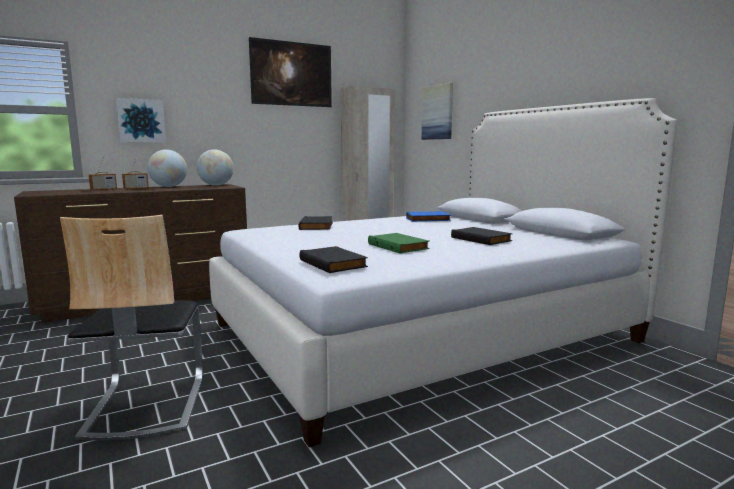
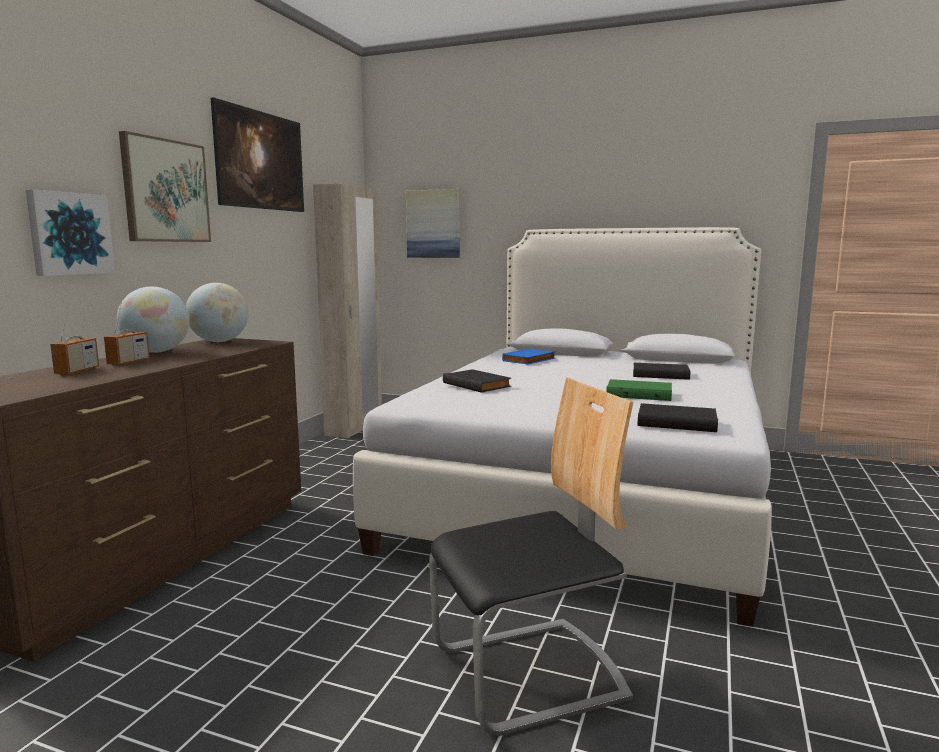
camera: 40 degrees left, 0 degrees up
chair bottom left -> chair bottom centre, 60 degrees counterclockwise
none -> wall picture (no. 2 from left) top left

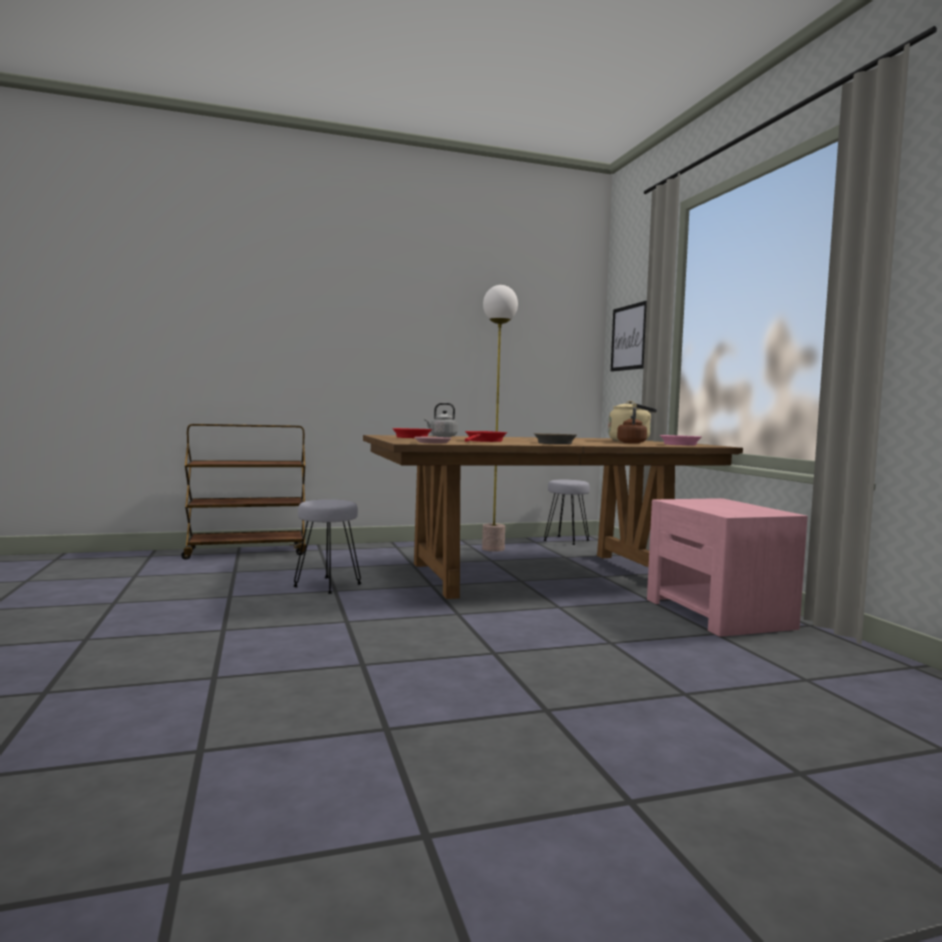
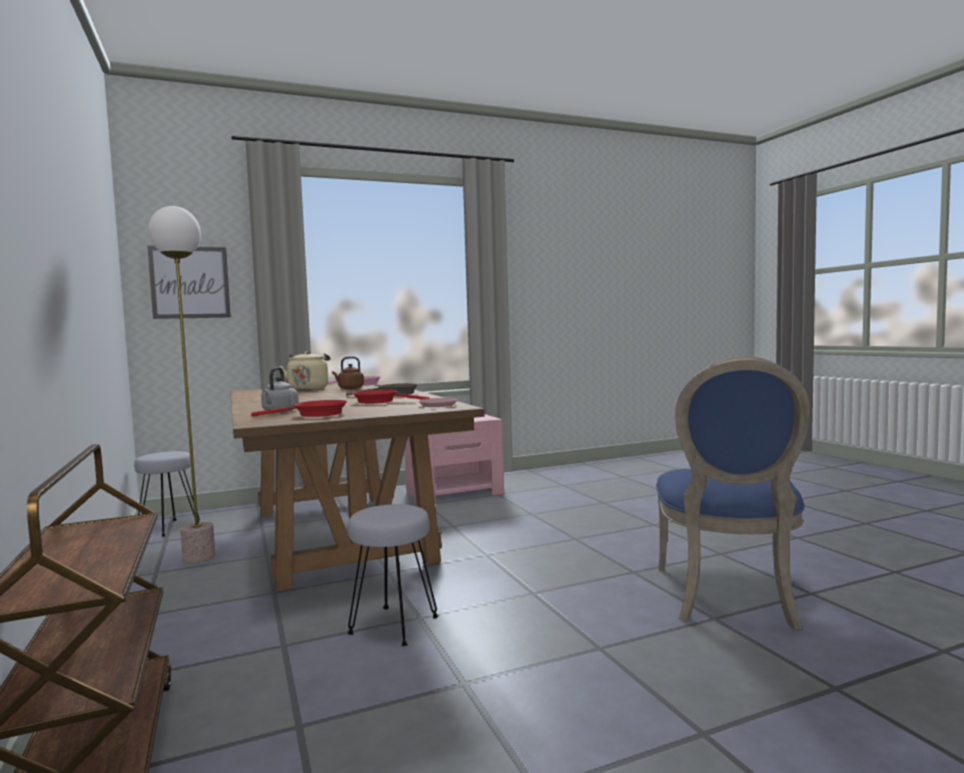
camera: 95 degrees left, 0 degrees up
none -> blue chair middle right

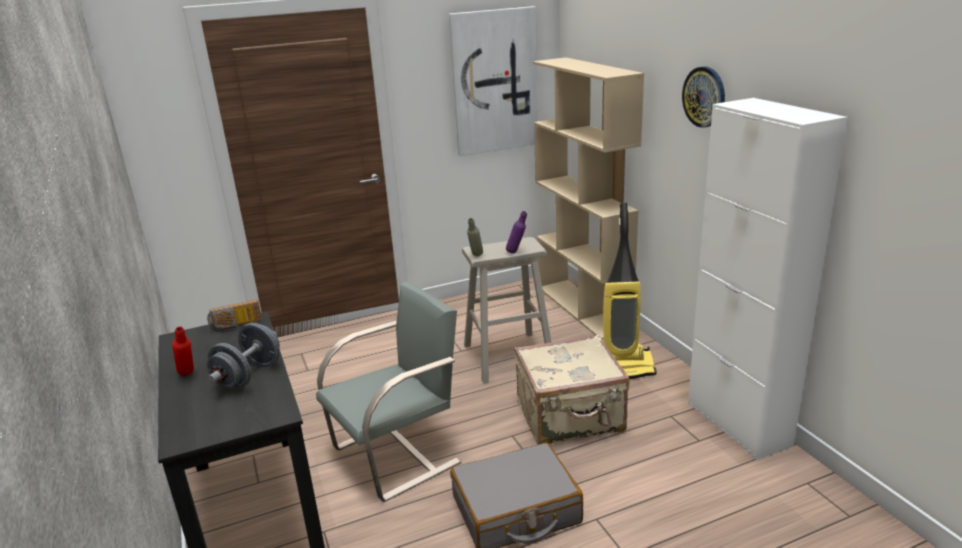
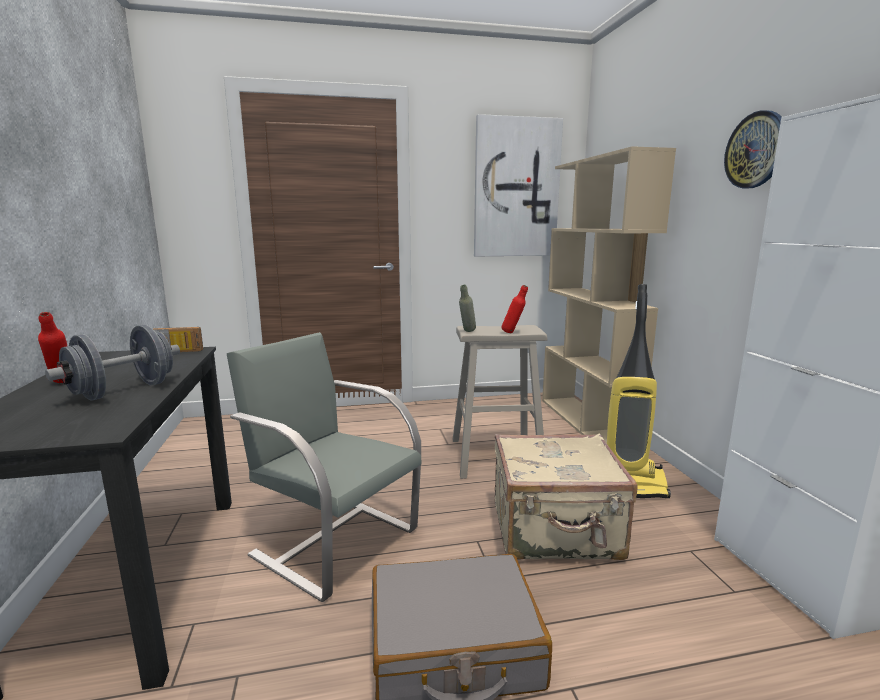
camera: 10 degrees right, 10 degrees down
grey chair bottom centre, 120 degrees counterclockwise
purple drink bottle centre -> red-coloured drink bottle (no. 2 from left) centre

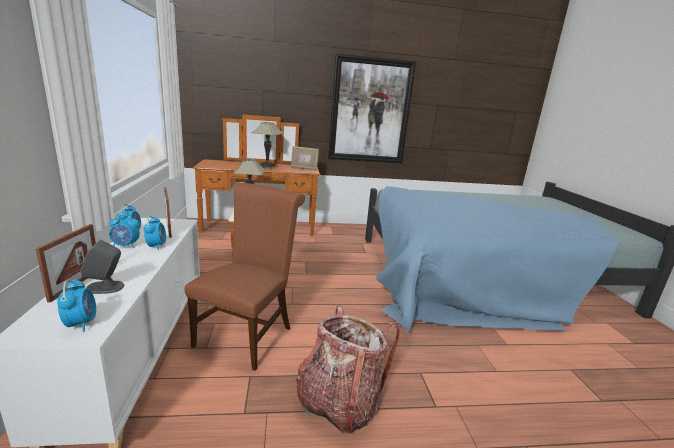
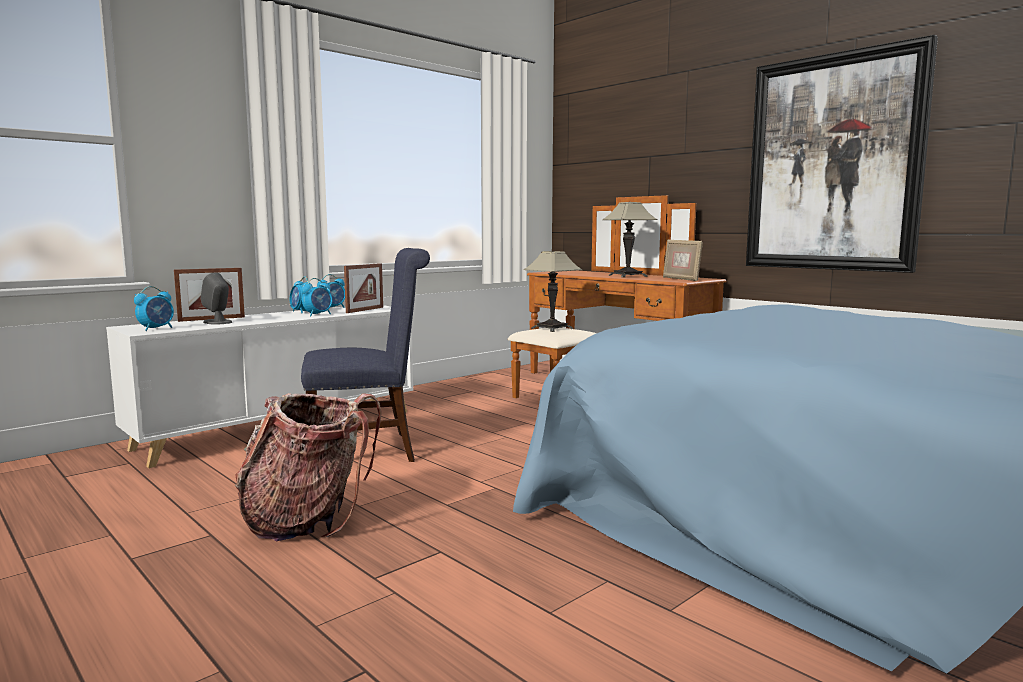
camera: 55 degrees right, 10 degrees down
brownish chair centre -> blue chair centre

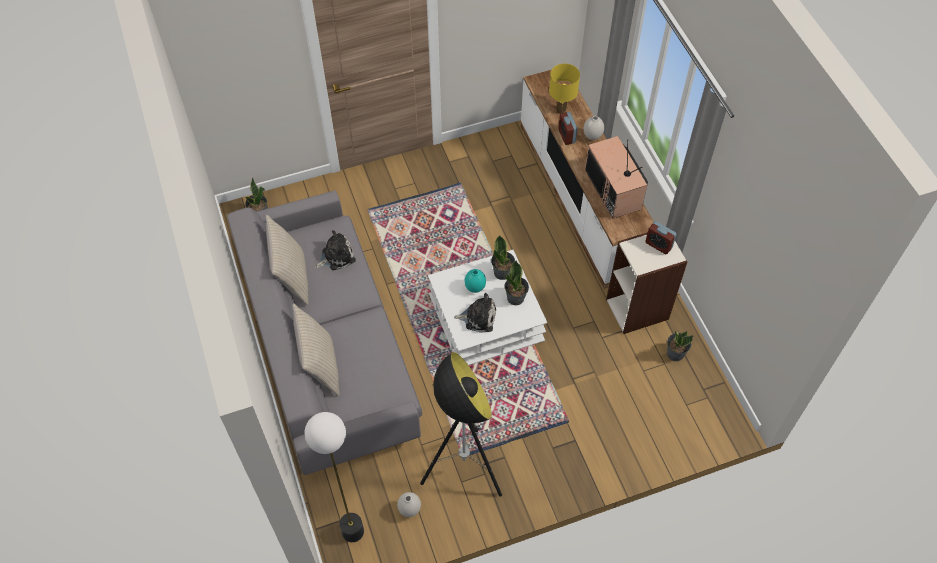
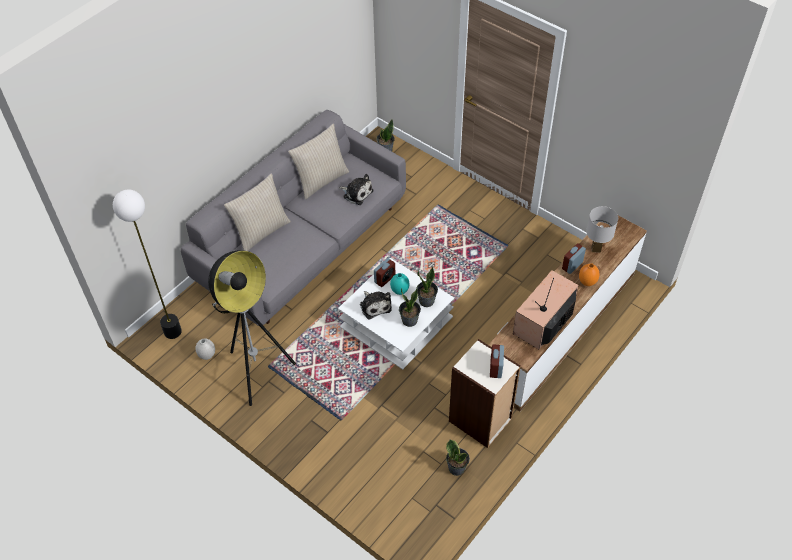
camera: 60 degrees right, 5 degrees down
yellow-coloured tabletop lamp top centre -> white-coloured tabletop lamp middle right
white-coloured decorative vase (no. 2 from left) top centre -> orange decorative vase middle right
none -> bedside clock (no. 1 from left) centre

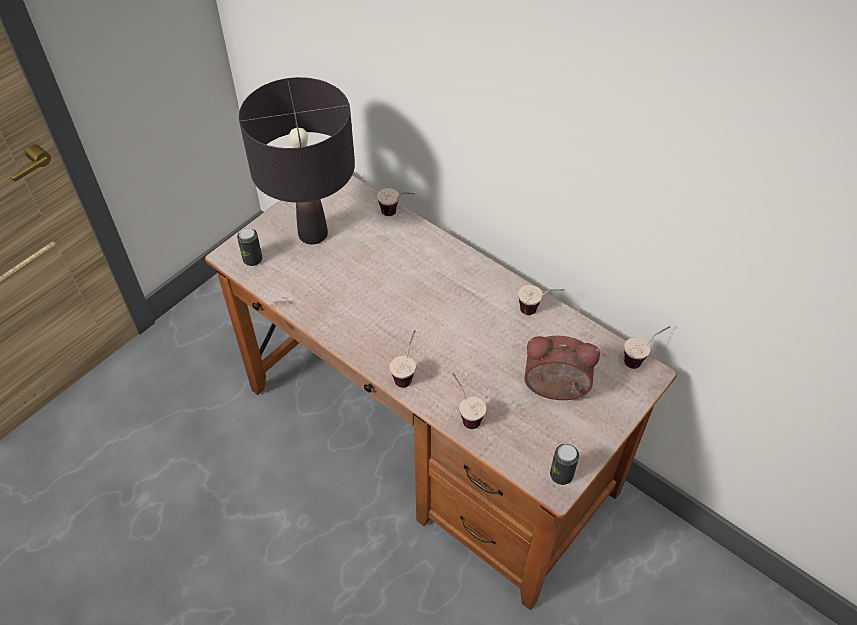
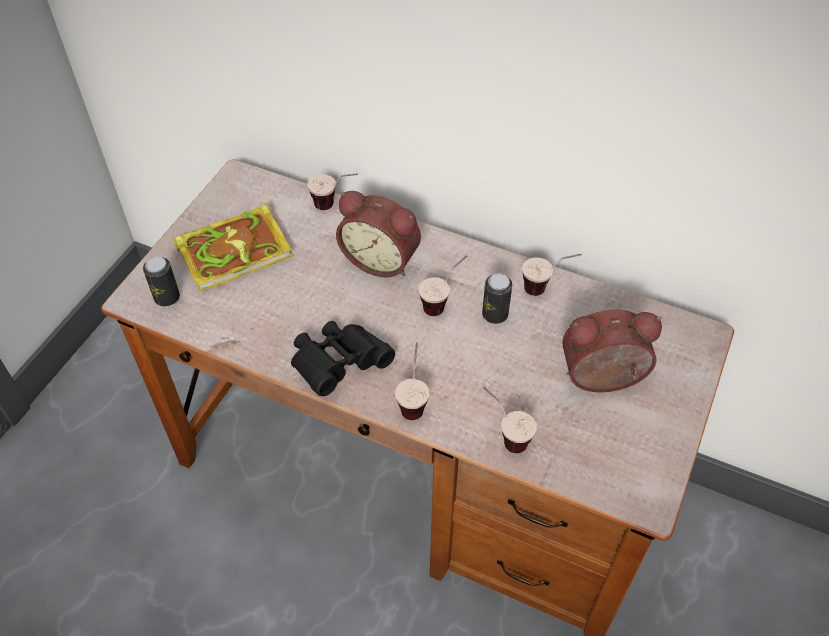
camera: 15 degrees left, 0 degrees up
black tabletop lamp top centre -> bound book middle left
metal can (no. 2 from left) bottom centre -> metal can (no. 2 from left) centre, shifted
small cup (no. 5 from left in the first image) middle right -> small cup (no. 3 from left) centre, shifted
none -> black pair of binoculars centre
none -> bedside clock (no. 1 from left) centre

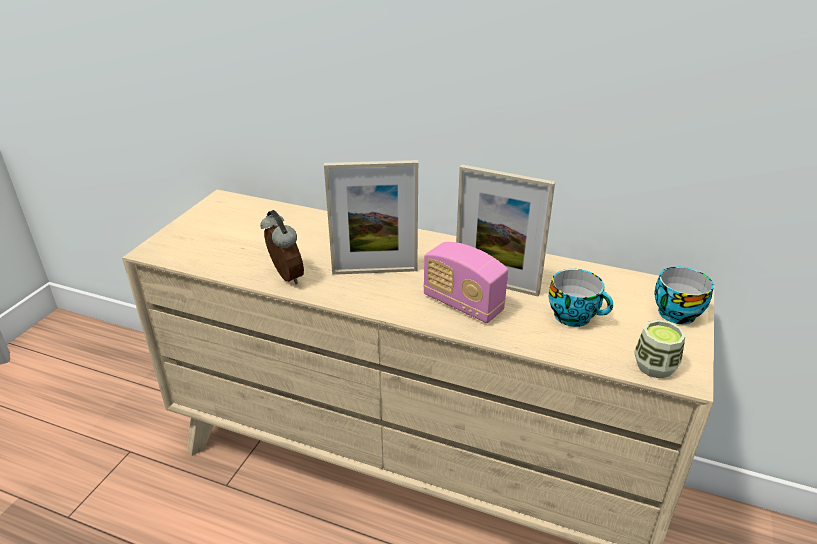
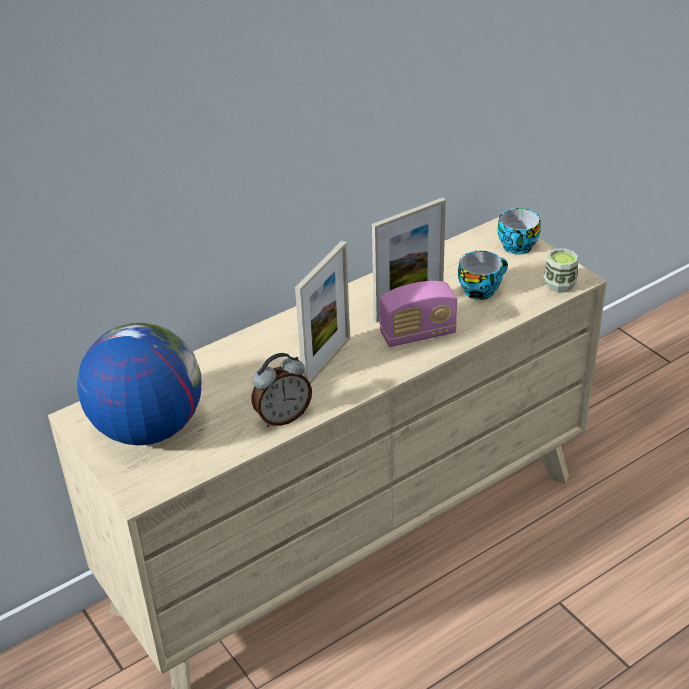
camera: 55 degrees left, 5 degrees up
bedside clock centre, 150 degrees clockwise
none -> desk globe middle left

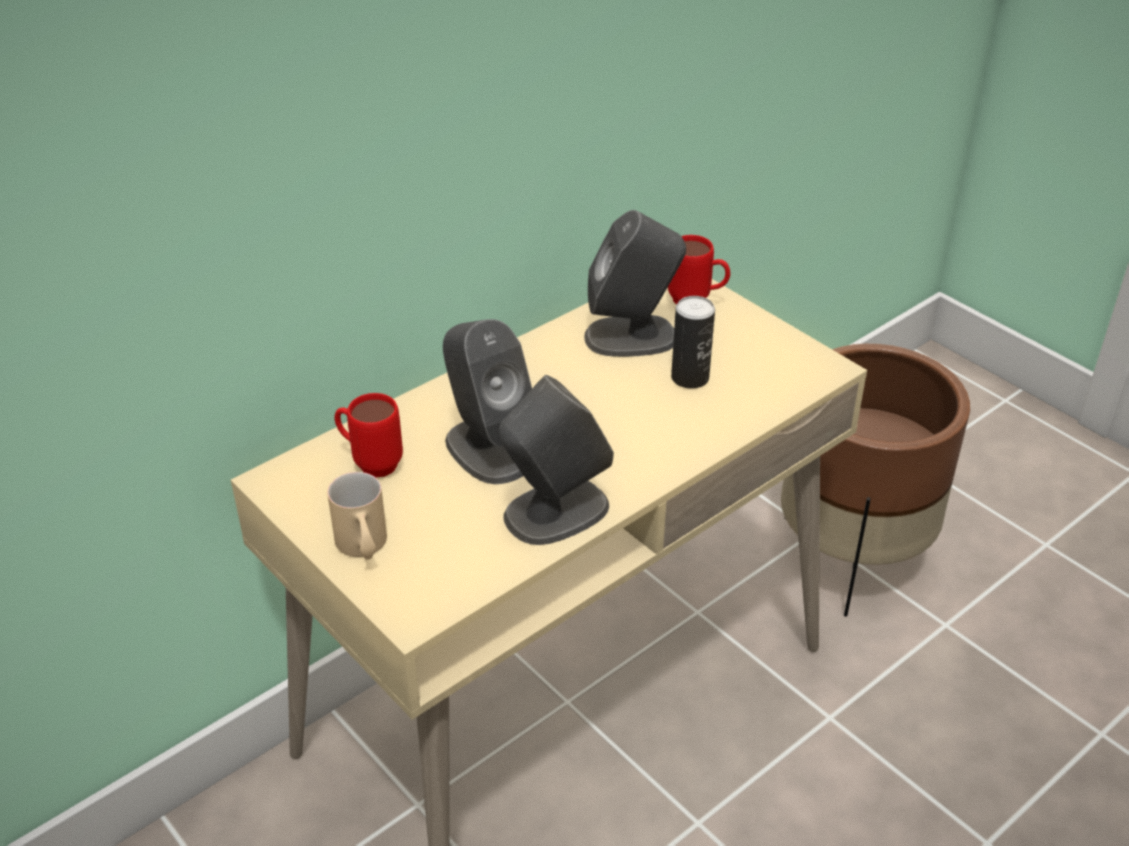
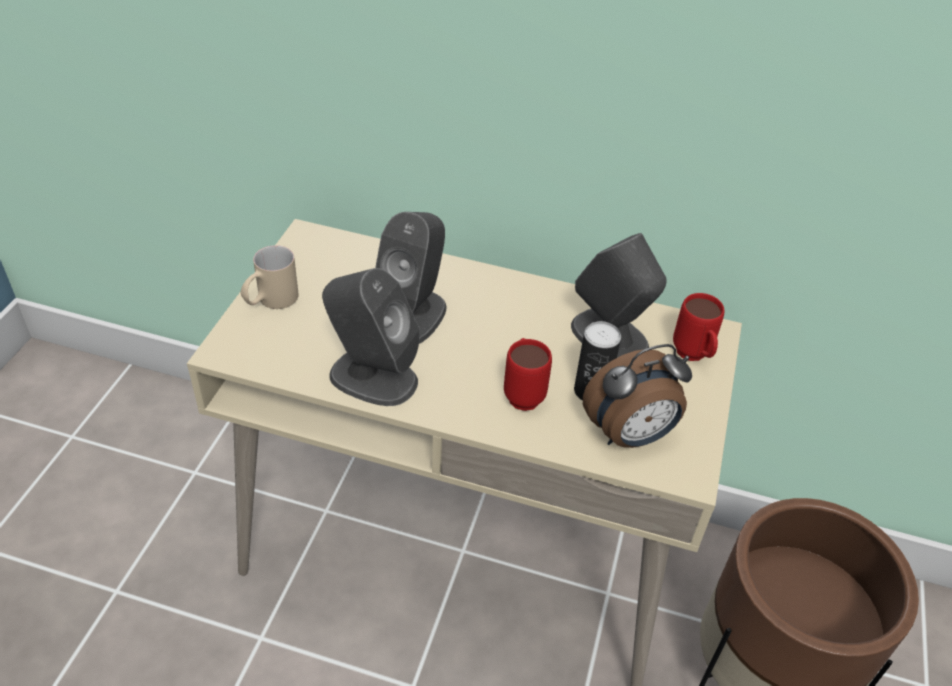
camera: 55 degrees right, 5 degrees up
red-coloured mug (no. 1 from left) middle left -> red-coloured mug (no. 1 from left) centre, shifted
none -> bedside clock middle right

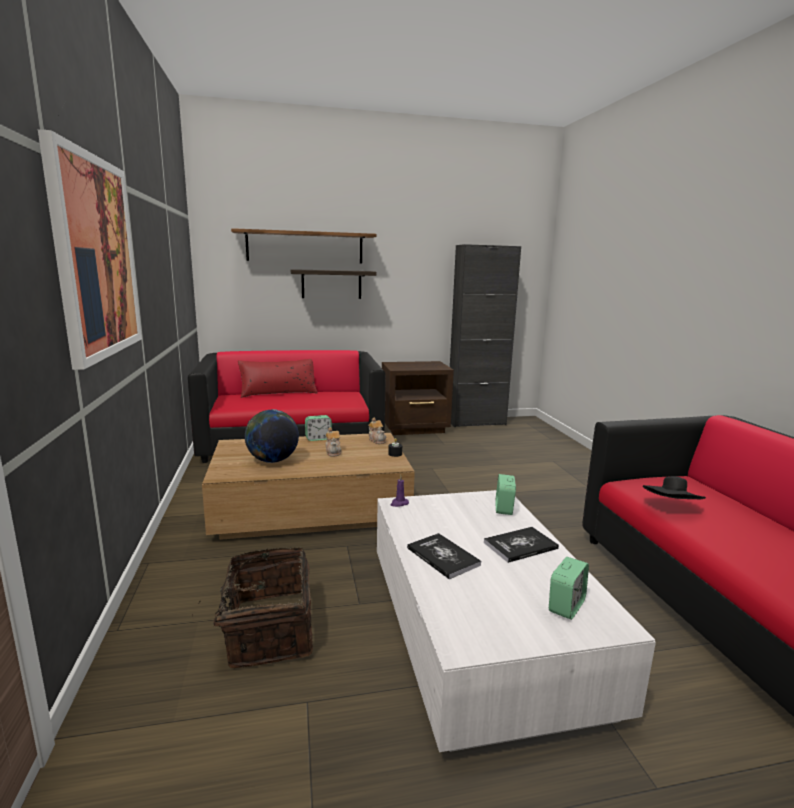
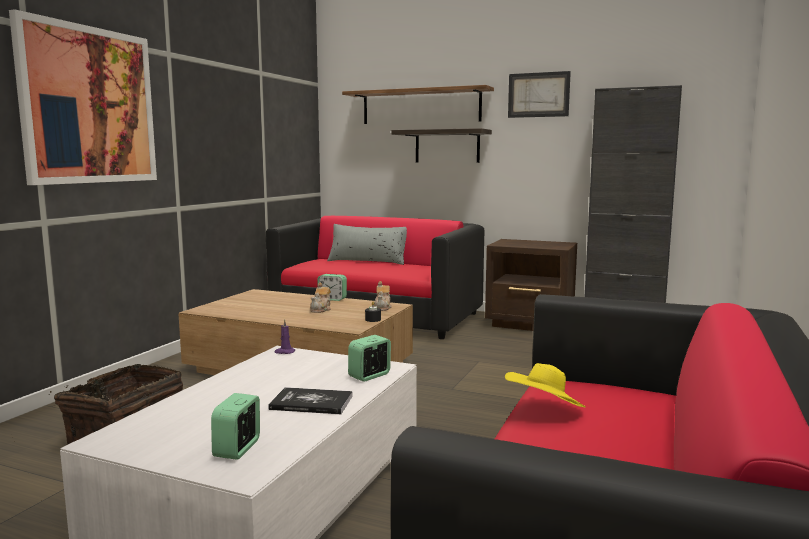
camera: 35 degrees right, 5 degrees down
red-coloured throw pillow centre -> grey throw pillow centre
desk globe centre -> none
bound book (no. 1 from left) bottom centre -> none
bedside clock (no. 3 from left in the first image) bottom right -> bedside clock (no. 1 from left) bottom left, 120 degrees clockwise
black clothing hat middle right -> yellow-coloured clothing hat bottom right
none -> wall picture (no. 2 from left) top centre

